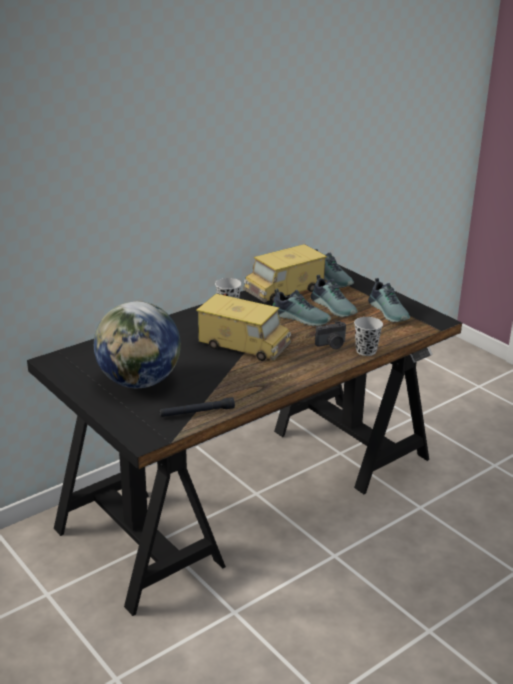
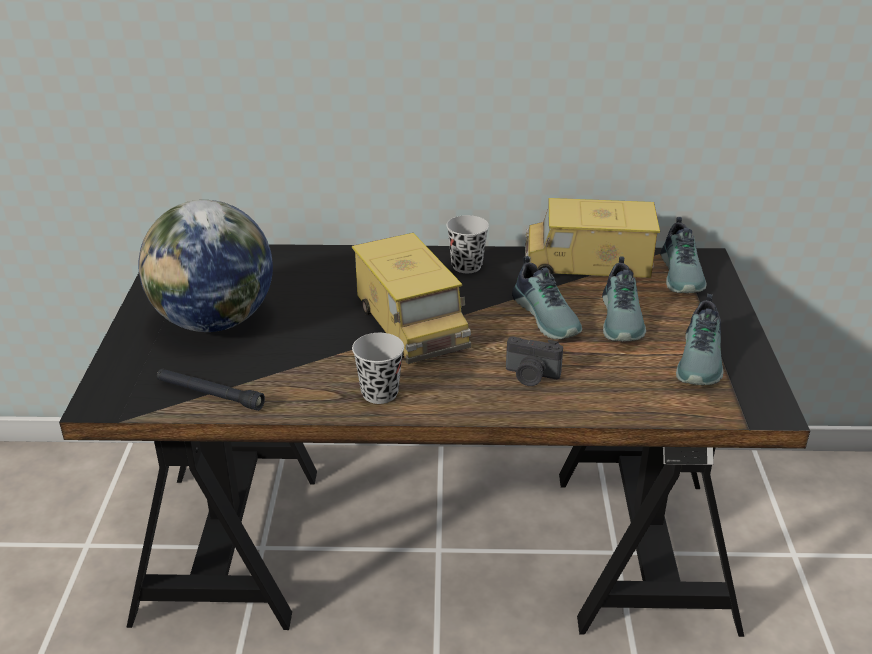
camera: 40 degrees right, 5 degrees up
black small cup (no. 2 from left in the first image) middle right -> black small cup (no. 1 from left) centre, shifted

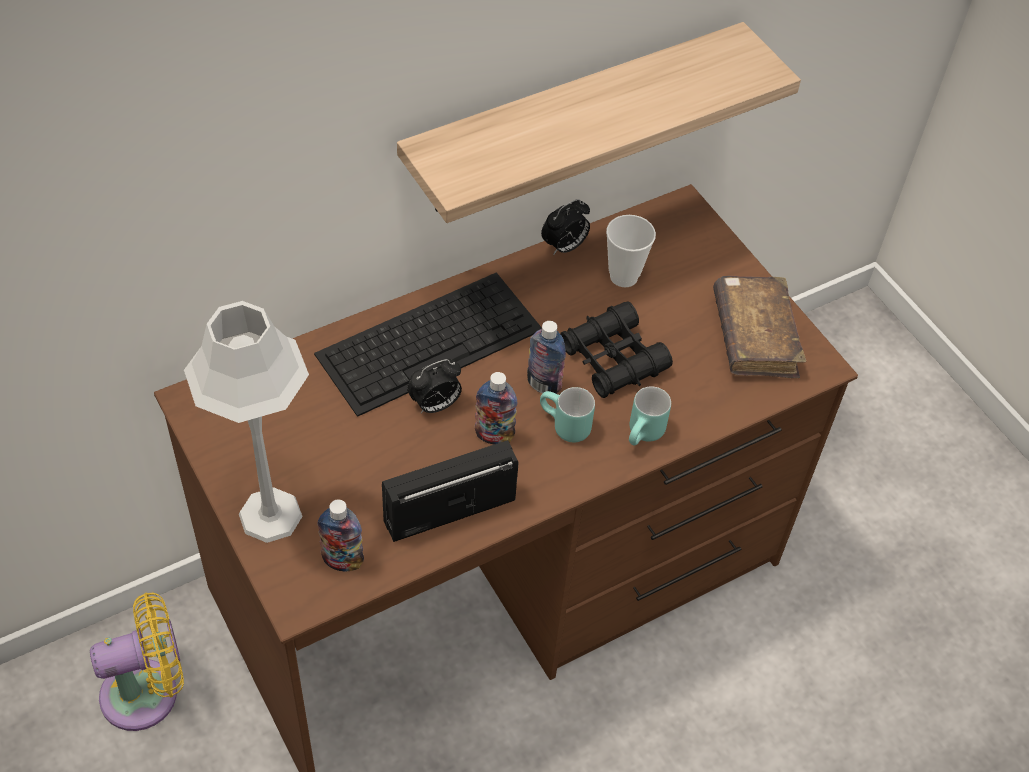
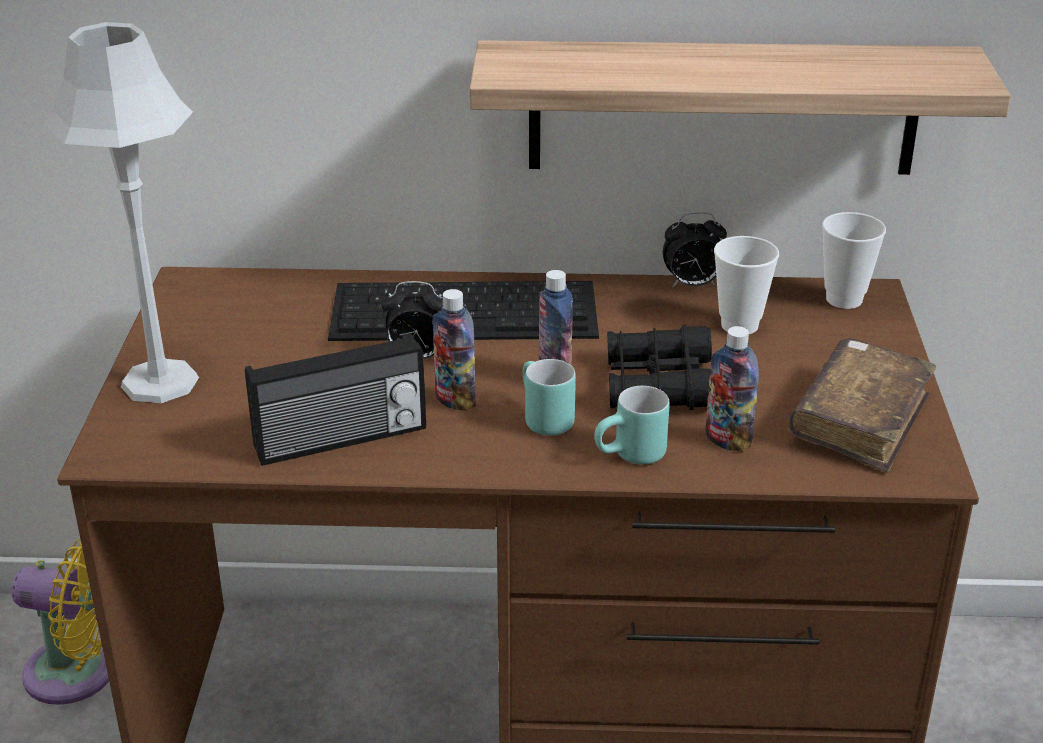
camera: 35 degrees right, 20 degrees down
drink bottle (no. 1 from left in the first image) bottom left -> drink bottle (no. 3 from left) middle right, shifted
radio receiver centre -> radio receiver middle left, 150 degrees clockwise
none -> small cup (no. 2 from left) middle right

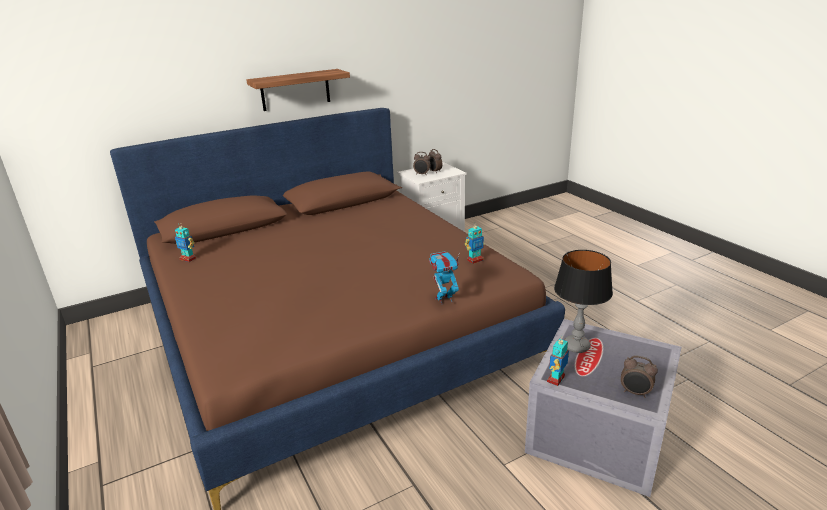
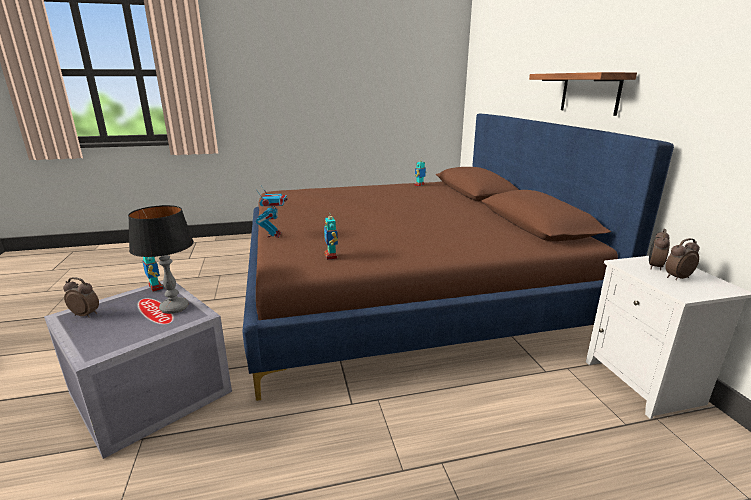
camera: 105 degrees right, 5 degrees down
bedside clock (no. 3 from left in the first image) bottom right -> bedside clock (no. 1 from left) middle left, 60 degrees clockwise

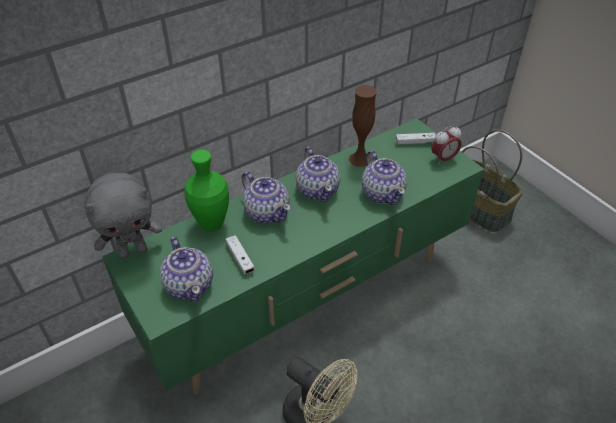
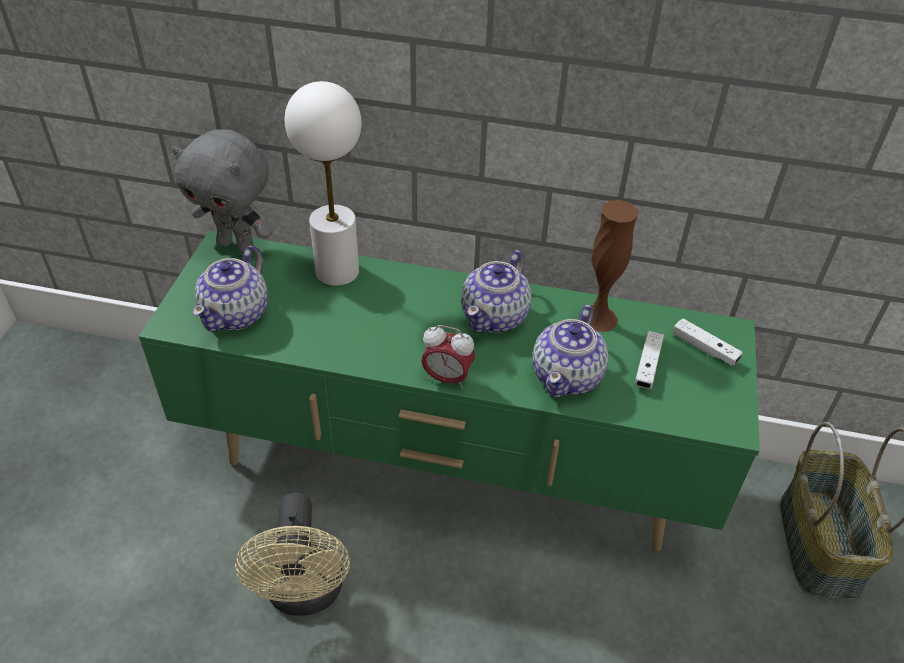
camera: 45 degrees right, 0 degrees up
green decorative vase centre -> white-coloured tabletop lamp top centre
white-coloured joypad (no. 1 from left) centre -> white-coloured joypad (no. 1 from left) middle right, shifted
pot for tea (no. 2 from left) centre -> none
bedside clock middle right -> bedside clock centre, shifted

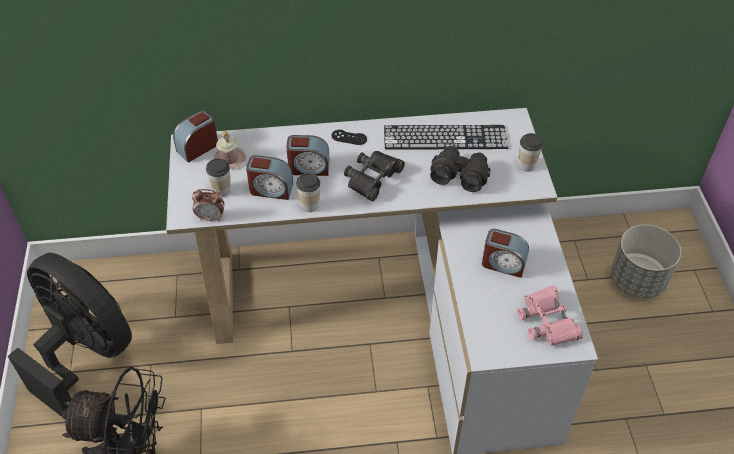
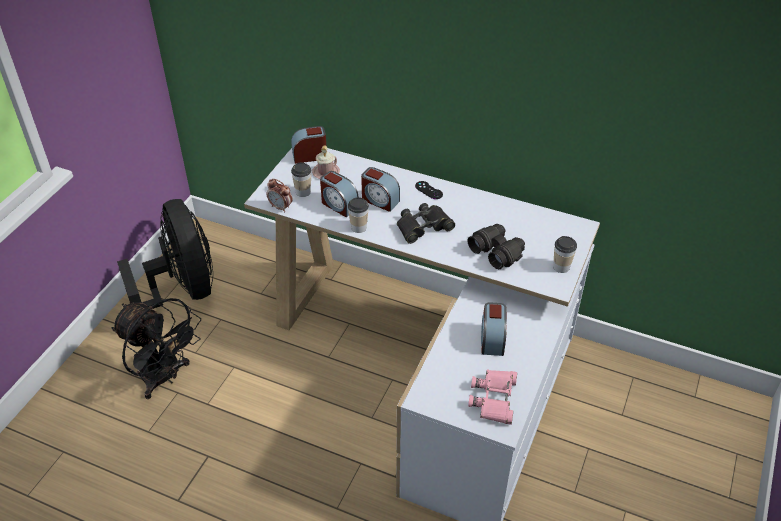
camera: 30 degrees right, 5 degrees down
keyboard top centre -> none
bedside clock (no. 5 from left) middle right -> bedside clock (no. 5 from left) centre, 45 degrees clockwise
grey plant pot middle right -> none

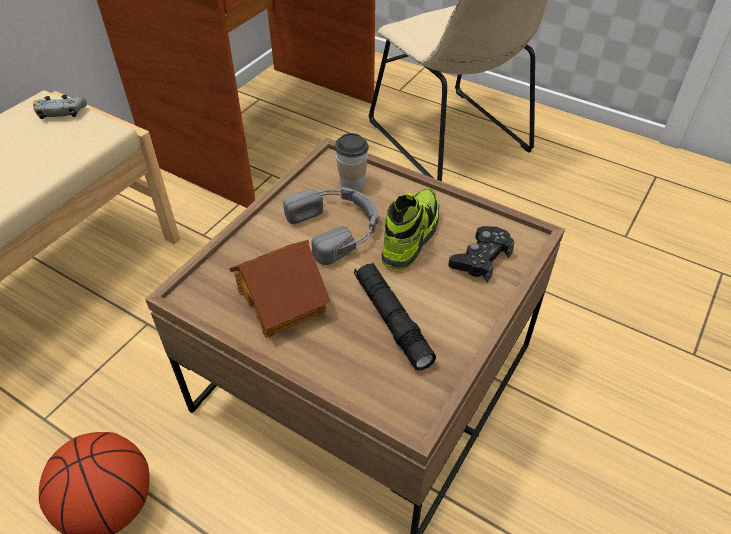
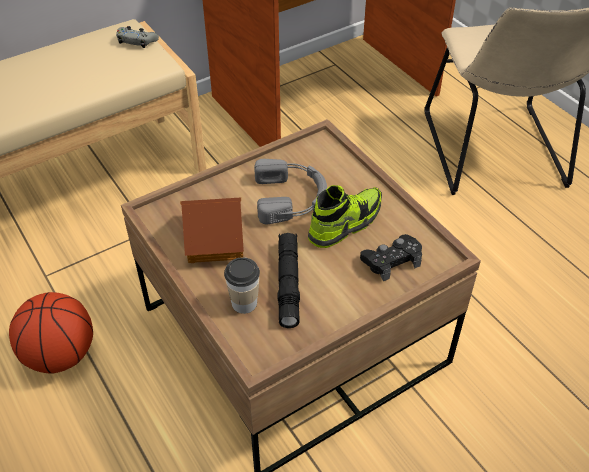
camera: 25 degrees right, 0 degrees up
small cup top centre -> small cup centre, shifted

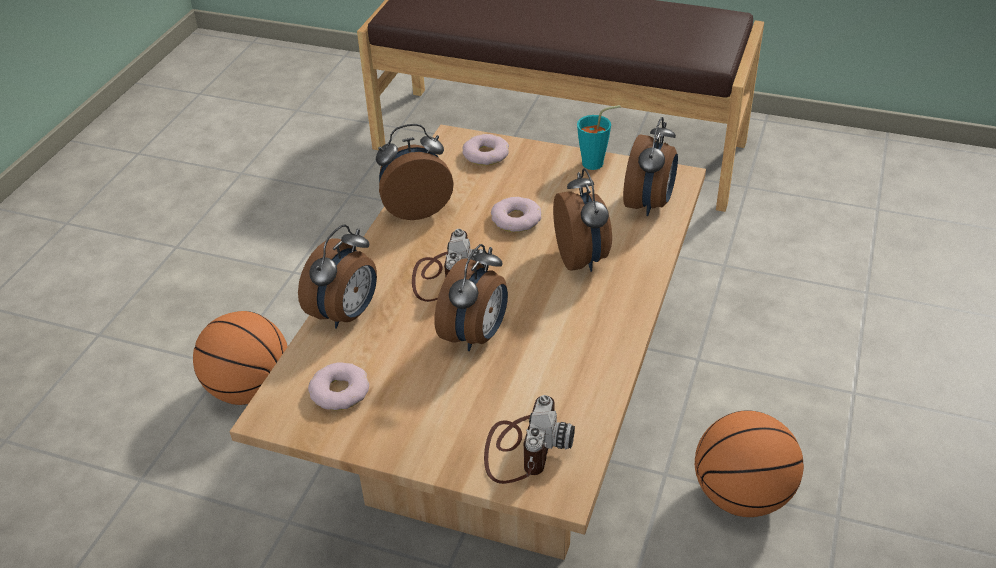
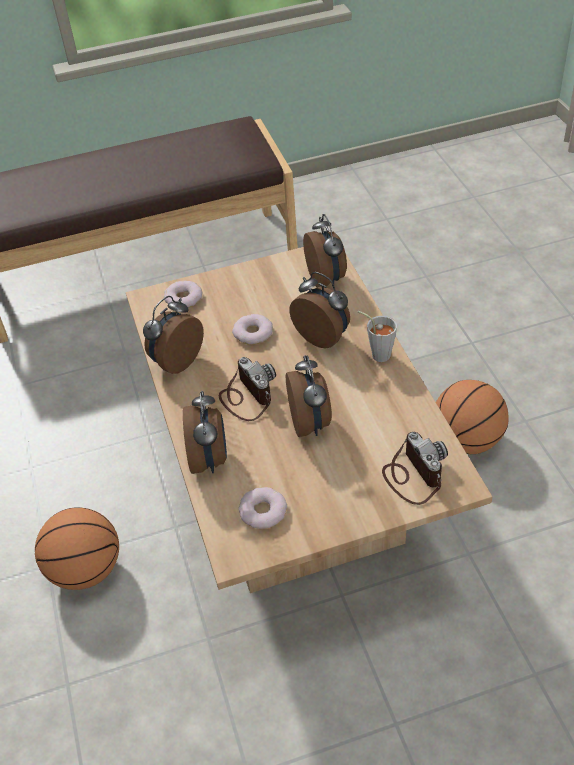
camera: 35 degrees left, 5 degrees up
blue-green small cup top centre -> none
none -> grey small cup centre

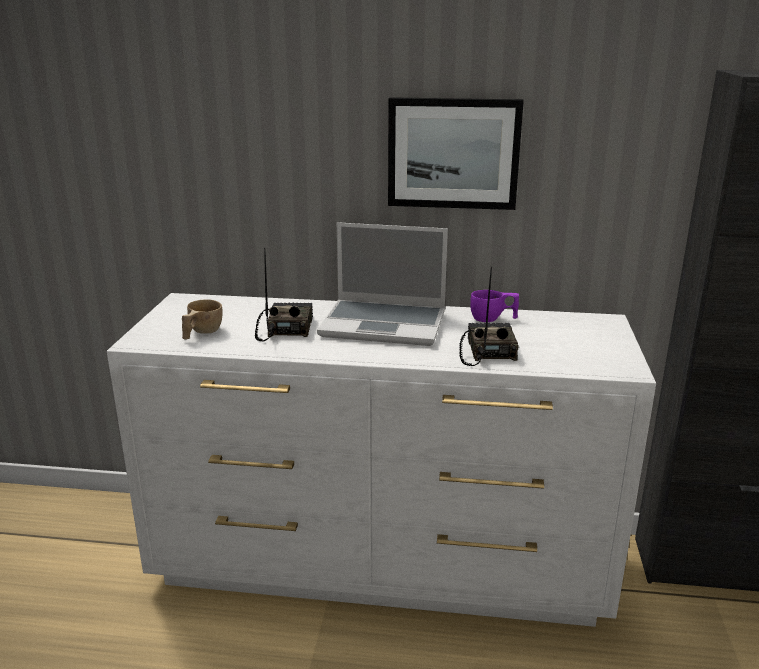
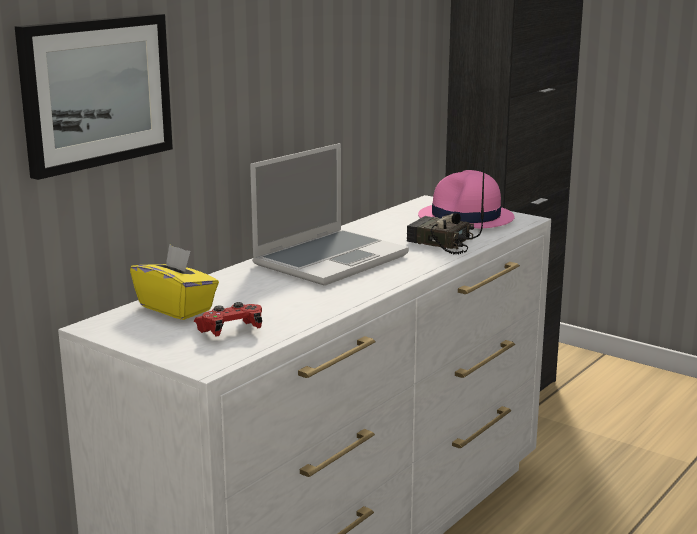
camera: 60 degrees left, 5 degrees down
beige small cup middle left -> red-coloured joypad middle left
radio receiver (no. 1 from left) centre -> none
wall picture top centre -> wall picture top left, shifted
purple small cup centre -> none
none -> yellow-coloured tissue holder middle left
none -> pink-coloured clothing hat middle right

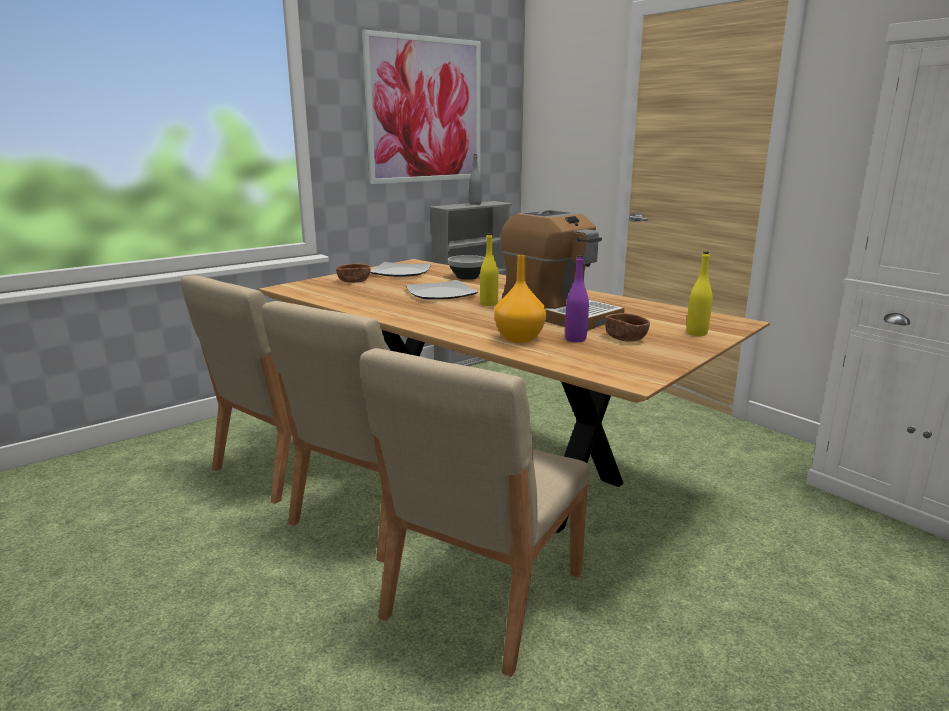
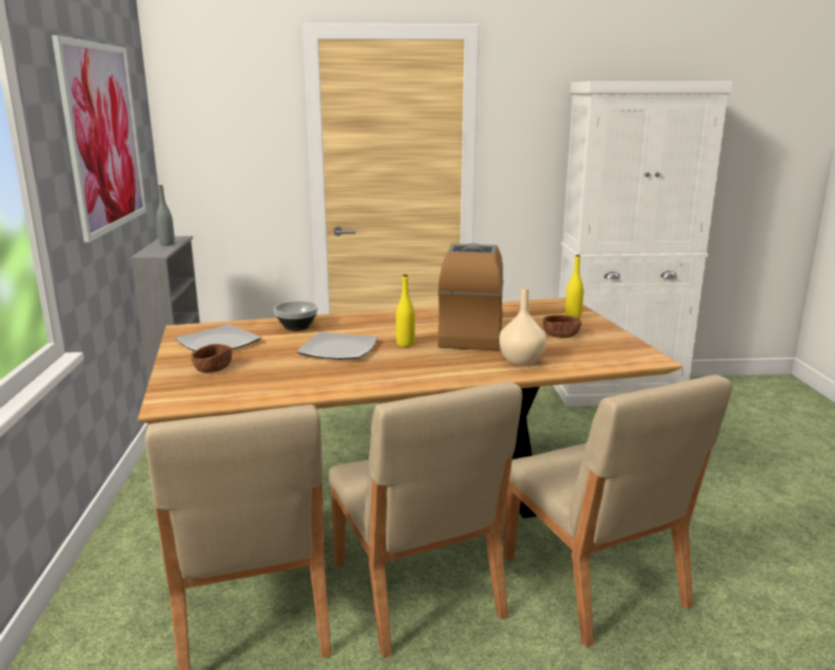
camera: 55 degrees left, 0 degrees up
orange decorative vase centre -> beige decorative vase centre
coffee brewer centre, 75 degrees counterclockwise
purple drink bottle centre -> none

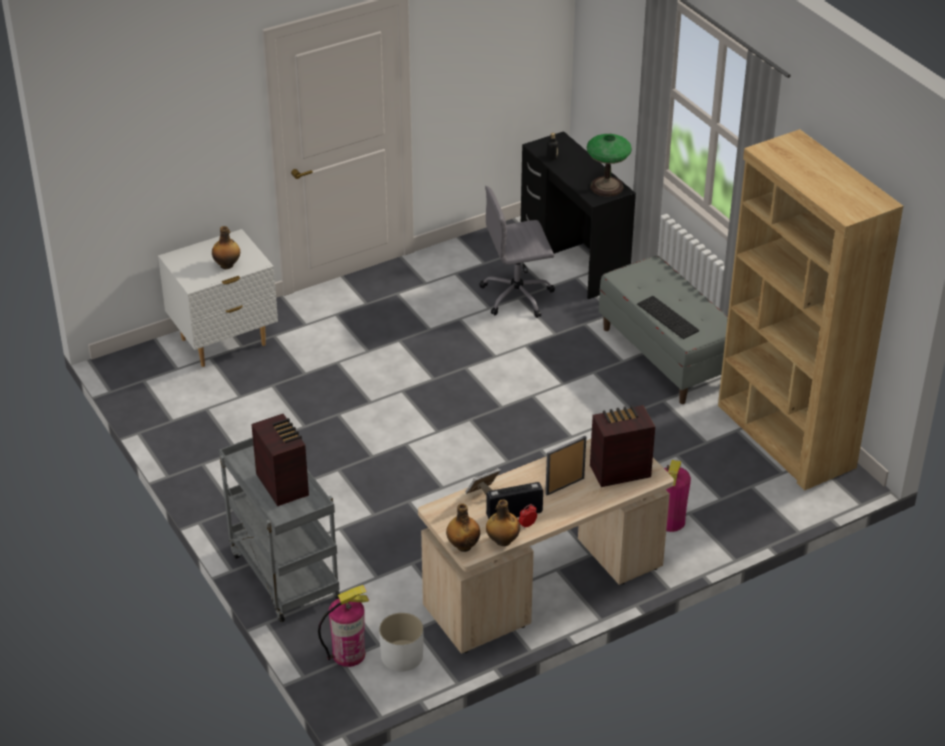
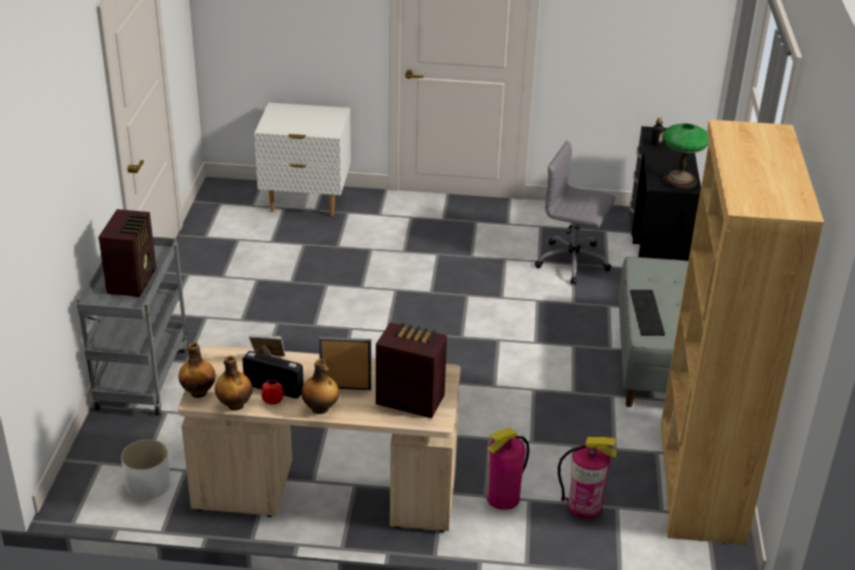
camera: 35 degrees right, 5 degrees down
drink bottle (no. 1 from left in the first image) top left -> drink bottle (no. 3 from left) bottom centre, shifted
fire-fighting cylinder (no. 1 from left in the first image) bottom centre -> fire-fighting cylinder (no. 2 from left) bottom right, shifted

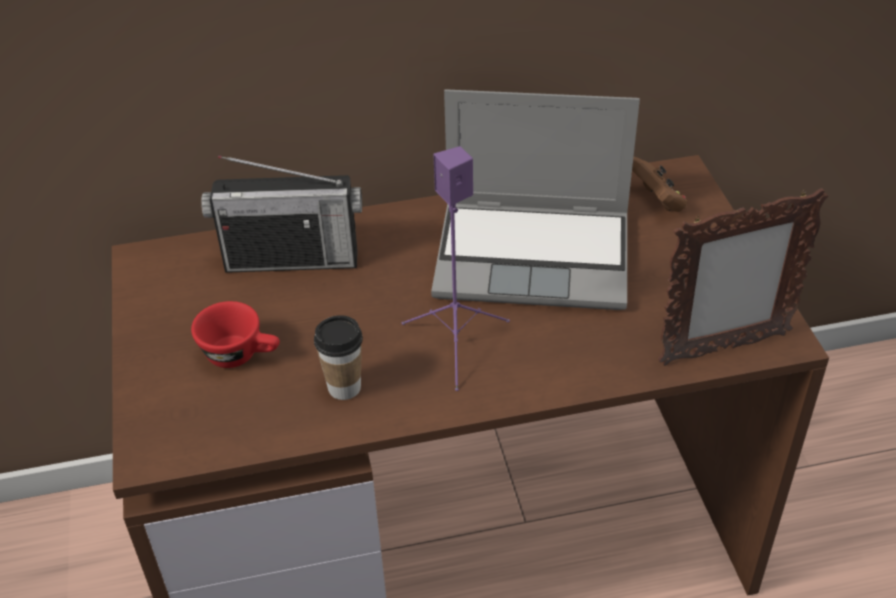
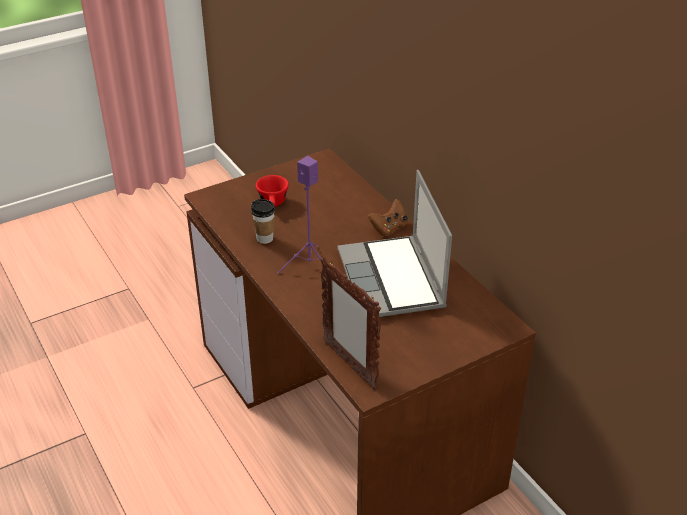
camera: 70 degrees right, 5 degrees down
radio receiver middle left -> none
brownish joypad top right -> brownish joypad centre, shifted

